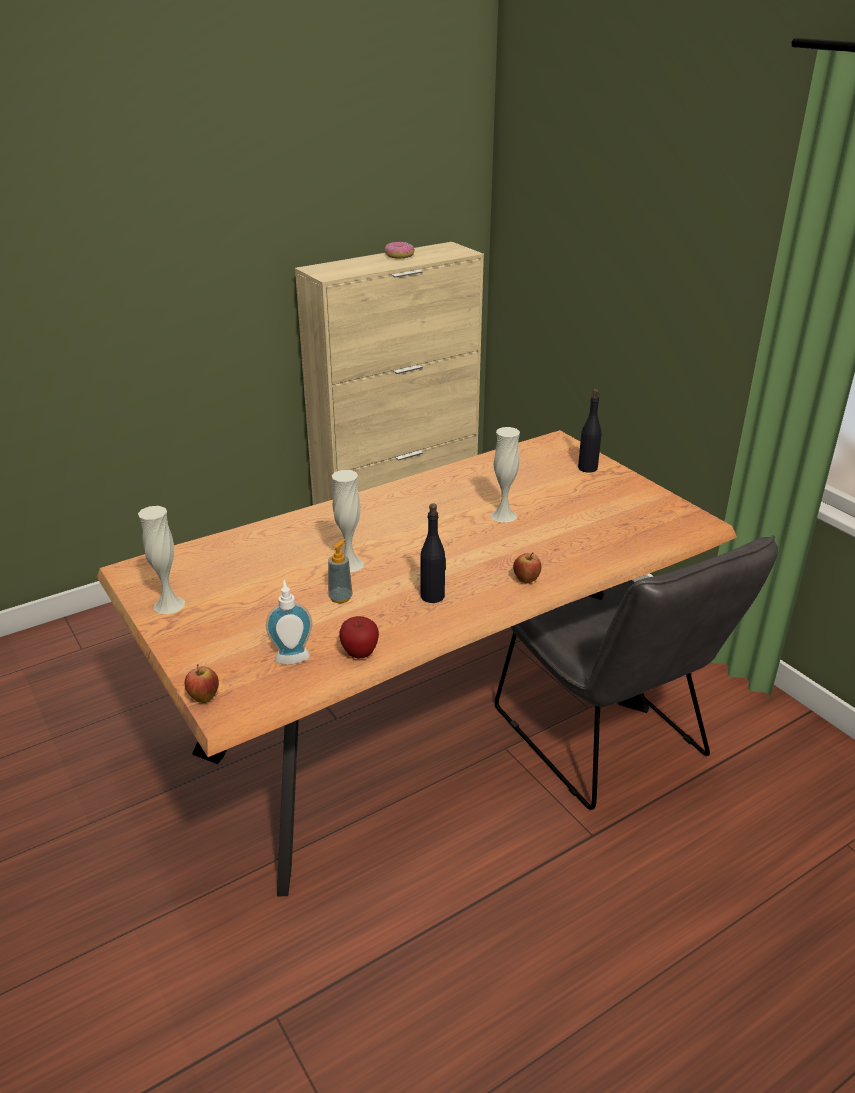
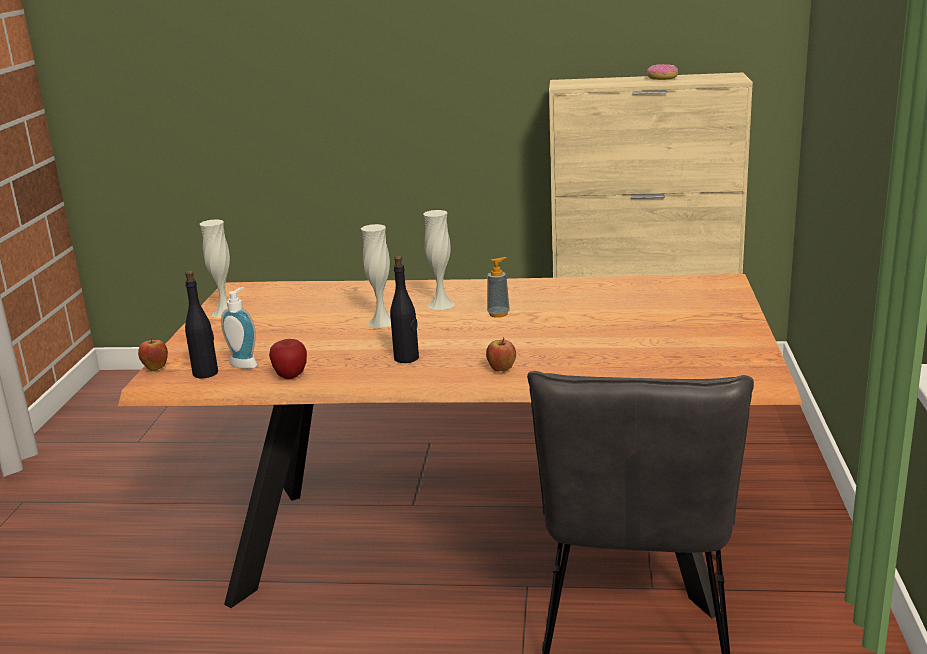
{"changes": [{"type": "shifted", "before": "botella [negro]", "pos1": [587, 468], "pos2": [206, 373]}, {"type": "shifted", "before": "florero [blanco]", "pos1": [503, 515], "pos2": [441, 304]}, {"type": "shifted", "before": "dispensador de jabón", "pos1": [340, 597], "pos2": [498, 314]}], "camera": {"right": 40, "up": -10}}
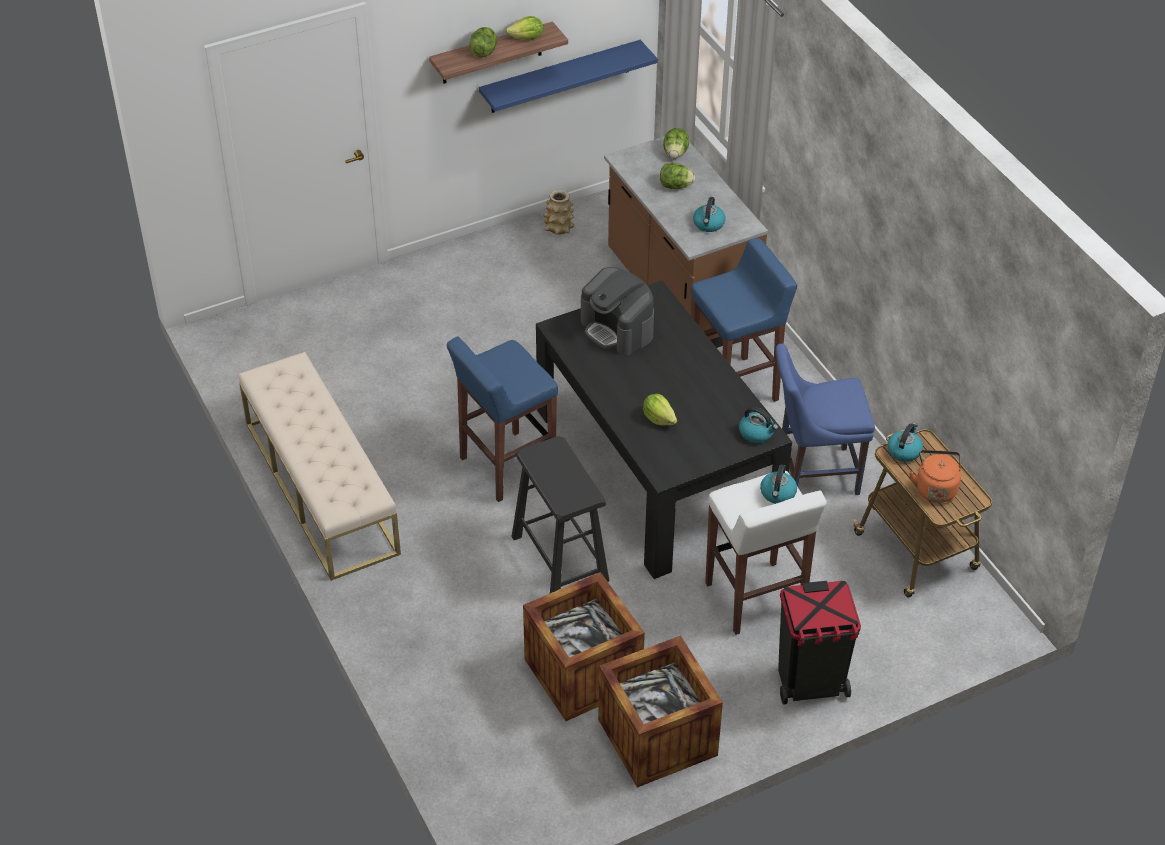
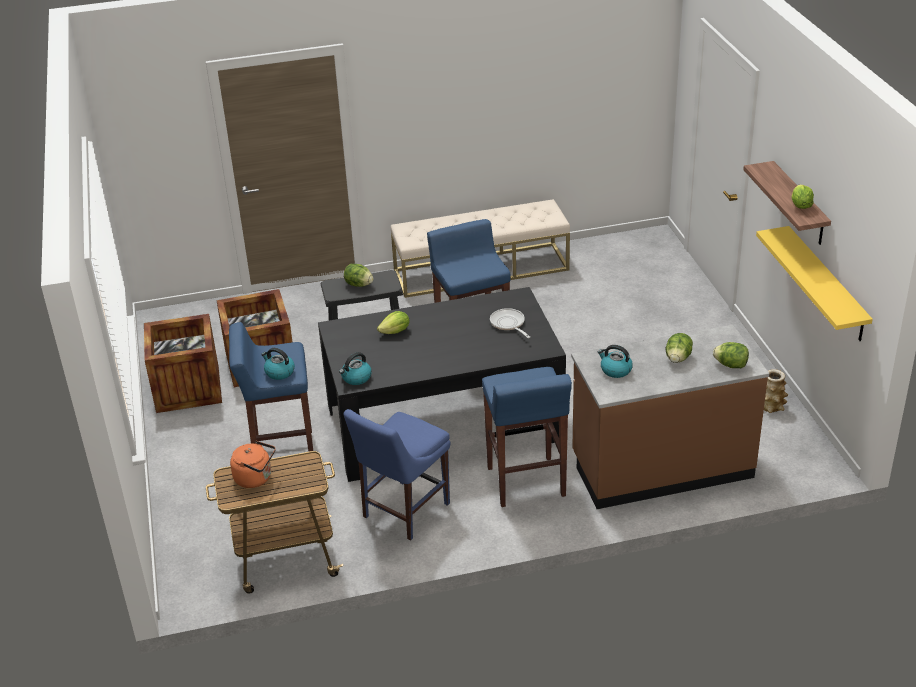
{"changes": [{"type": "shifted", "before": "lechuga", "pos1": [484, 52], "pos2": [359, 285]}, {"type": "repainted", "before": "estante [azul]", "after": "estante [amarillo]", "pos1": [560, 77], "pos2": [826, 284]}, {"type": "swapped", "before": "cafetera", "after": "sartén", "pos1": [617, 329], "pos2": [508, 324]}, {"type": "rotated", "before": "silla [azul]", "pos1": [813, 473], "pos2": [403, 512], "turn": -150}, {"type": "gone", "before": "hervidor", "pos1": [904, 451]}, {"type": "repainted", "before": "taburete [blanco]", "after": "taburete [azul]", "pos1": [755, 599], "pos2": [282, 454]}, {"type": "gone", "before": "papelera [negro]", "pos1": [810, 682]}], "camera": {"right": 105, "up": -10}}
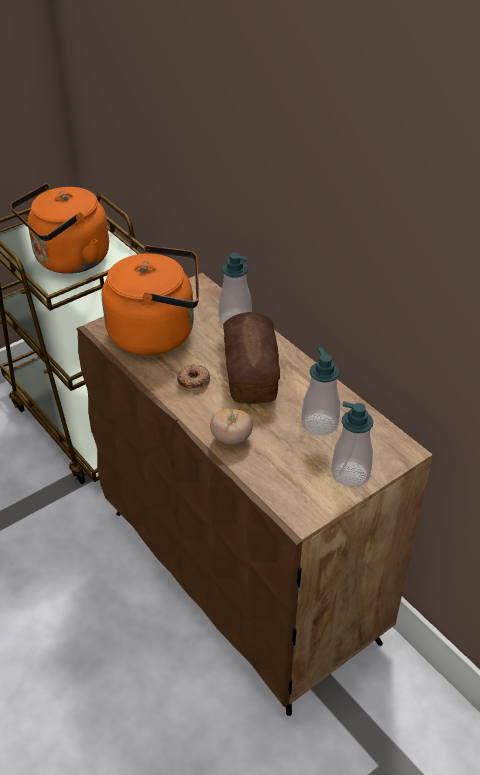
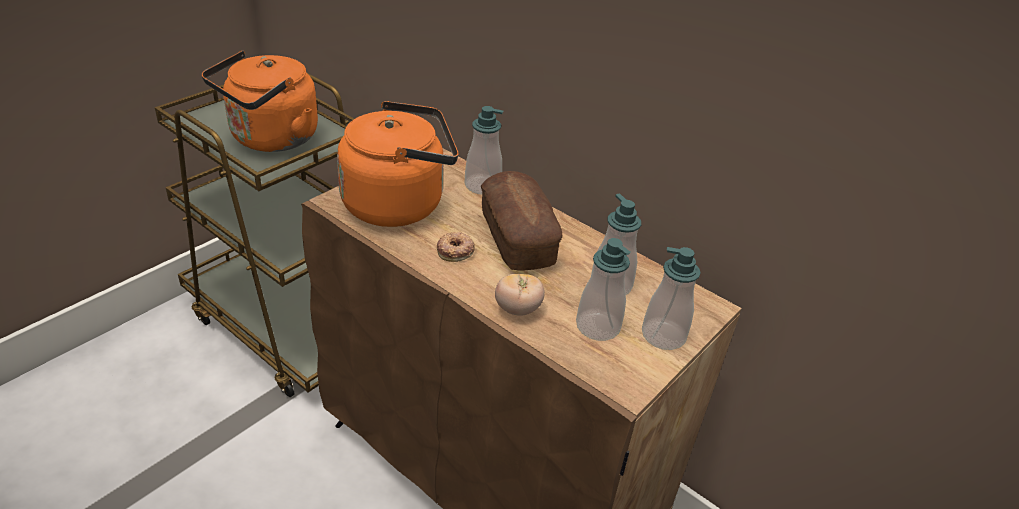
{"changes": [{"type": "new", "after": "dispensador de jabón", "pos2": [598, 326]}], "camera": {"right": -15, "up": -5}}
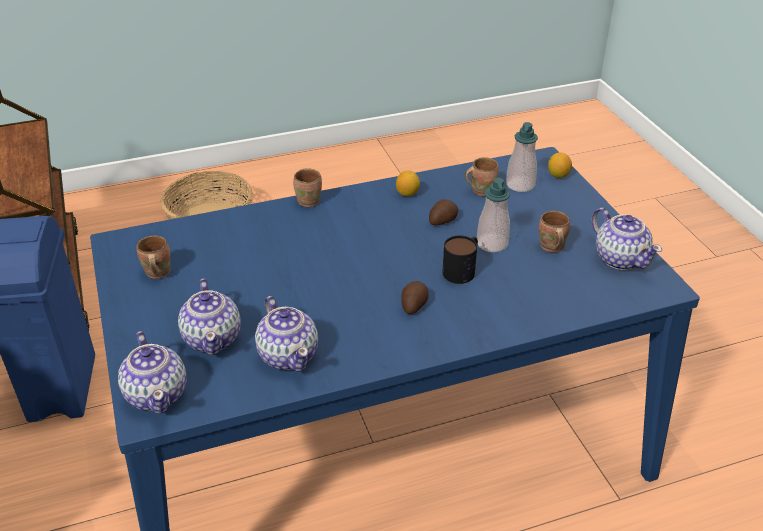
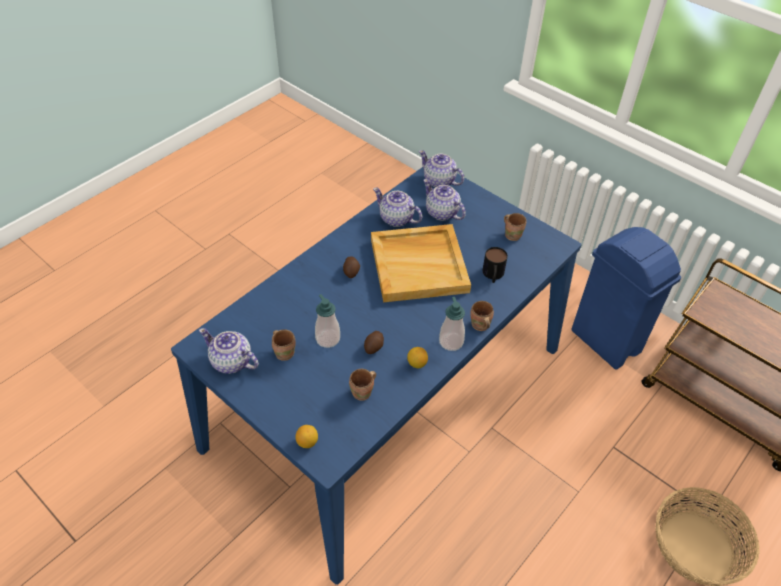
{"changes": [{"type": "shifted", "before": "dispensador de jabón", "pos1": [520, 185], "pos2": [451, 342]}, {"type": "shifted", "before": "taza grande", "pos1": [462, 269], "pos2": [493, 275]}, {"type": "new", "after": "bandeja [beis]", "pos2": [419, 265]}], "camera": {"right": 150, "up": 10}}
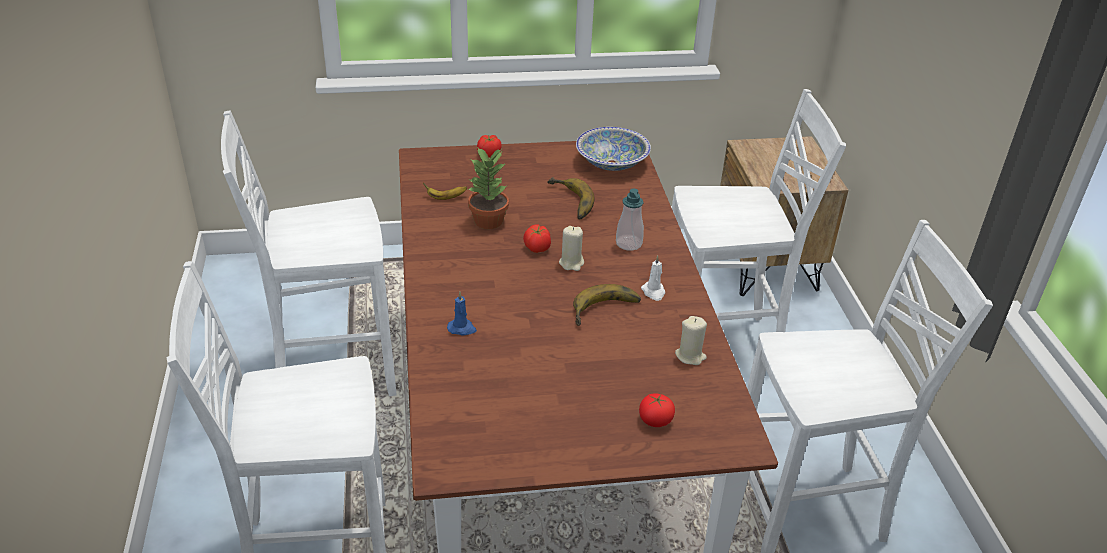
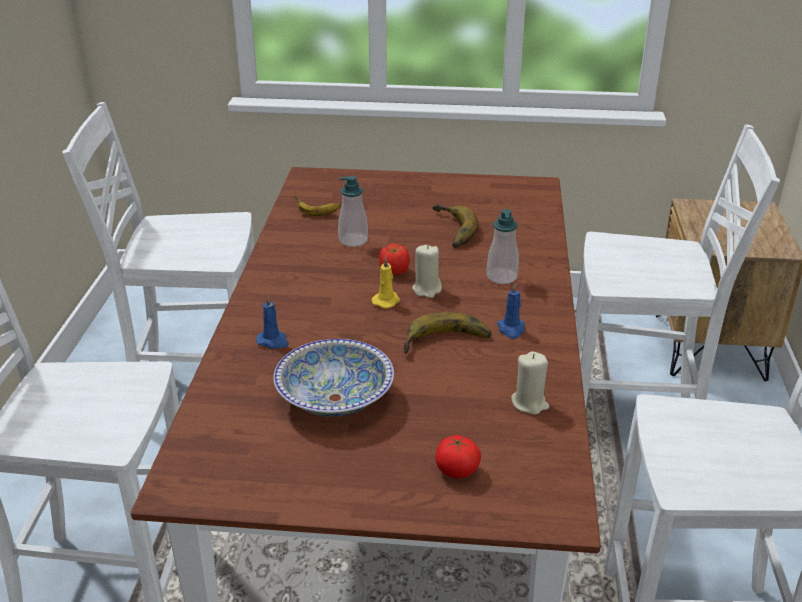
{"changes": [{"type": "shifted", "before": "cuenco", "pos1": [612, 162], "pos2": [335, 399]}, {"type": "gone", "before": "tomate", "pos1": [488, 154]}, {"type": "swapped", "before": "planta en maceta", "after": "dispensador de jabón", "pos1": [489, 221], "pos2": [353, 240]}, {"type": "repainted", "before": "vela [blanco]", "after": "vela [azul]", "pos1": [653, 292], "pos2": [511, 329]}, {"type": "new", "after": "vela [amarillo]", "pos2": [386, 301]}], "camera": {"right": 15, "up": -5}}
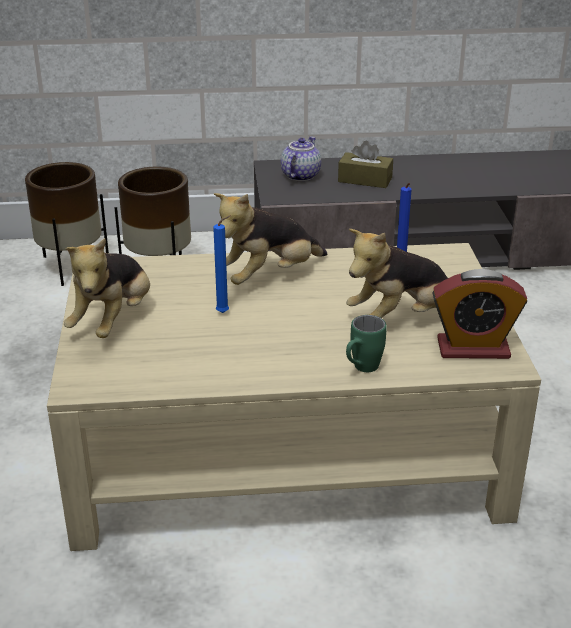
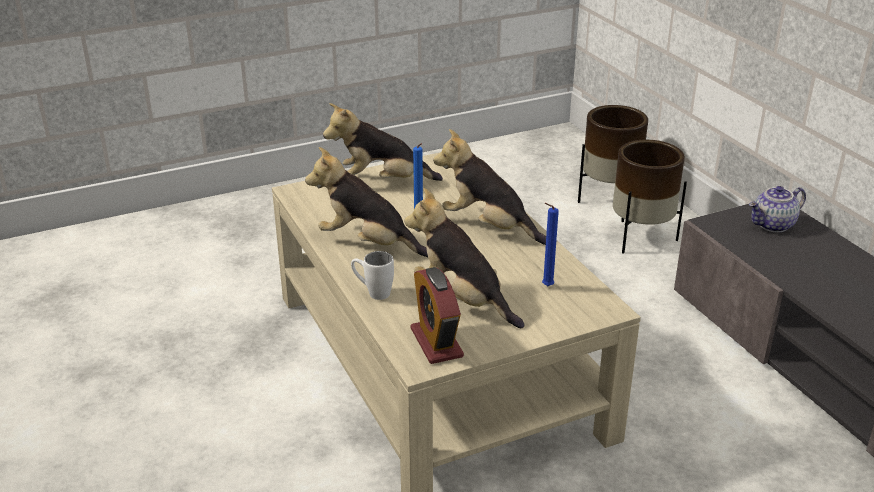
{"changes": [{"type": "rotated", "before": "tetera", "pos1": [300, 175], "pos2": [773, 225], "turn": 150}, {"type": "gone", "before": "caja de pañuelos [marrón]", "pos1": [365, 180]}, {"type": "repainted", "before": "taza grande [verde]", "after": "taza grande [blanco]", "pos1": [361, 369], "pos2": [373, 292]}, {"type": "new", "after": "peluche", "pos2": [368, 243]}], "camera": {"right": 70, "up": 0}}
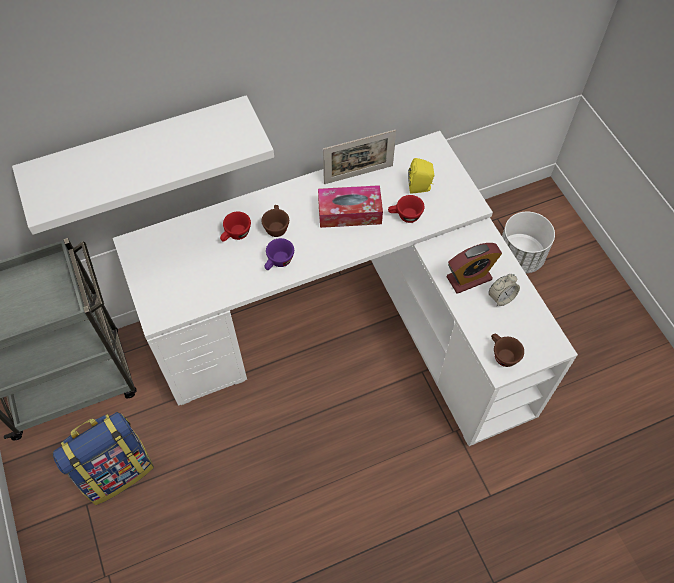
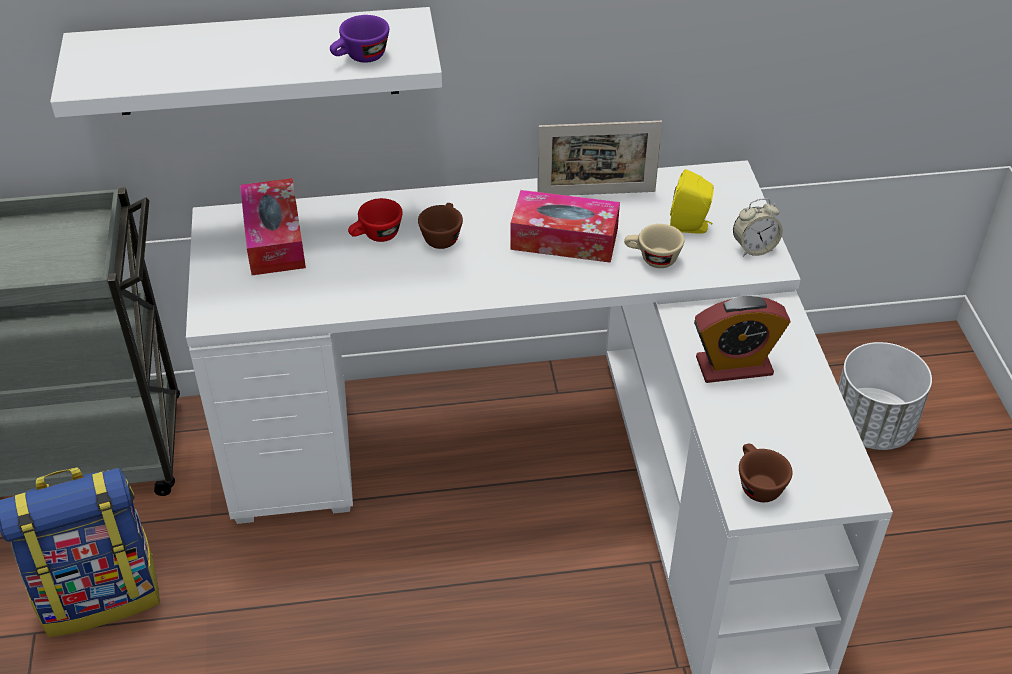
{"changes": [{"type": "repainted", "before": "taza [rojo]", "after": "taza [beis]", "pos1": [405, 216], "pos2": [652, 259]}, {"type": "shifted", "before": "taza [morado]", "pos1": [278, 262], "pos2": [360, 58]}, {"type": "shifted", "before": "despertador", "pos1": [501, 298], "pos2": [754, 248]}, {"type": "new", "after": "caja de pañuelos", "pos2": [274, 239]}], "camera": {"right": 15, "up": -15}}
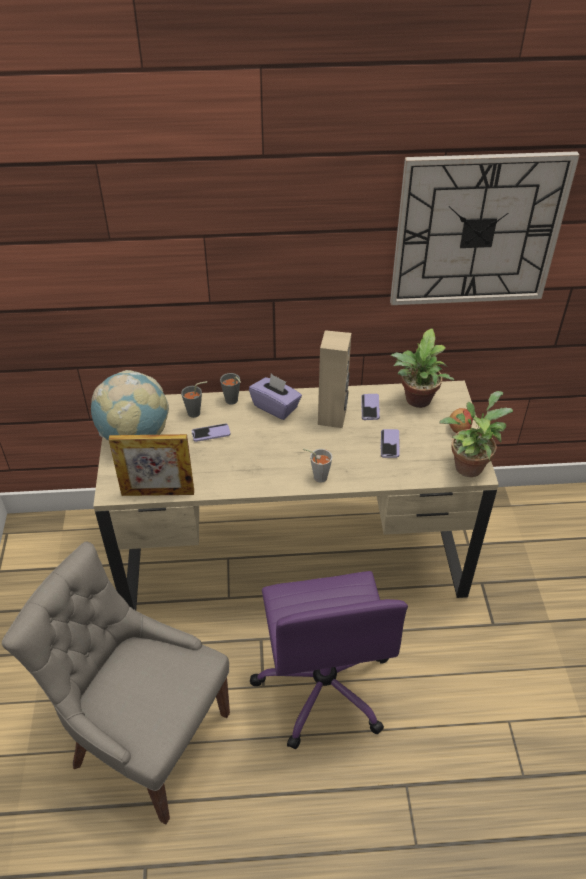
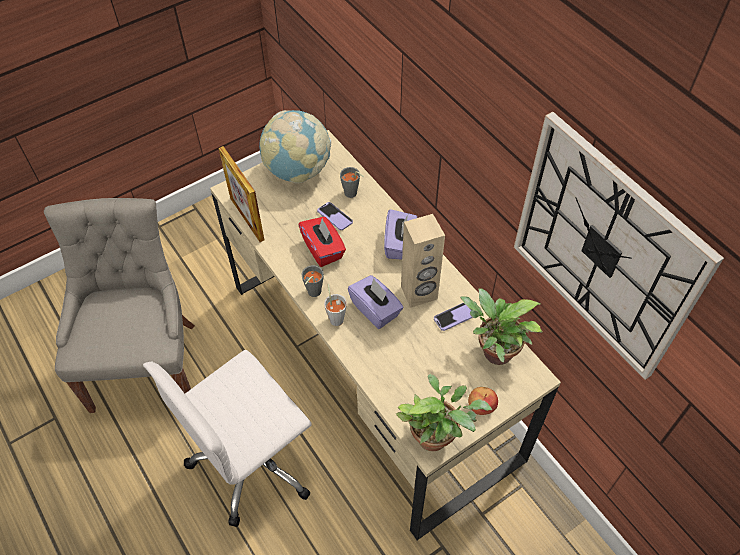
{"changes": [{"type": "shifted", "before": "taza [gris]", "pos1": [233, 402], "pos2": [312, 293]}, {"type": "gone", "before": "móvil", "pos1": [389, 444]}, {"type": "repainted", "before": "silla de oficina [morado]", "after": "silla de oficina [blanco]", "pos1": [324, 686], "pos2": [254, 461]}, {"type": "new", "after": "caja de pañuelos [rojo]", "pos2": [323, 249]}, {"type": "new", "after": "caja de pañuelos [morado]", "pos2": [375, 309]}], "camera": {"right": 60, "up": 10}}
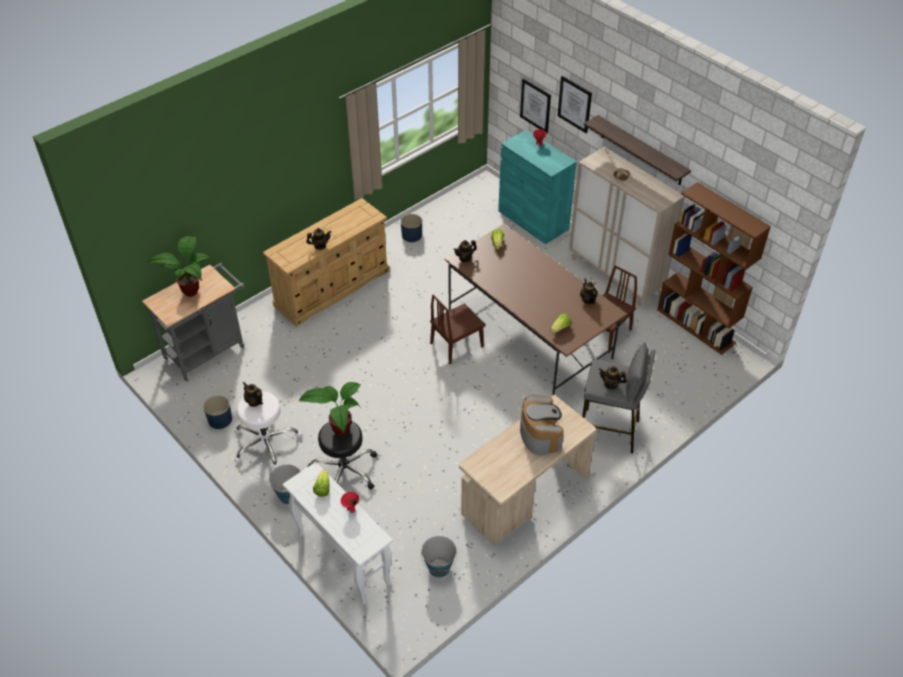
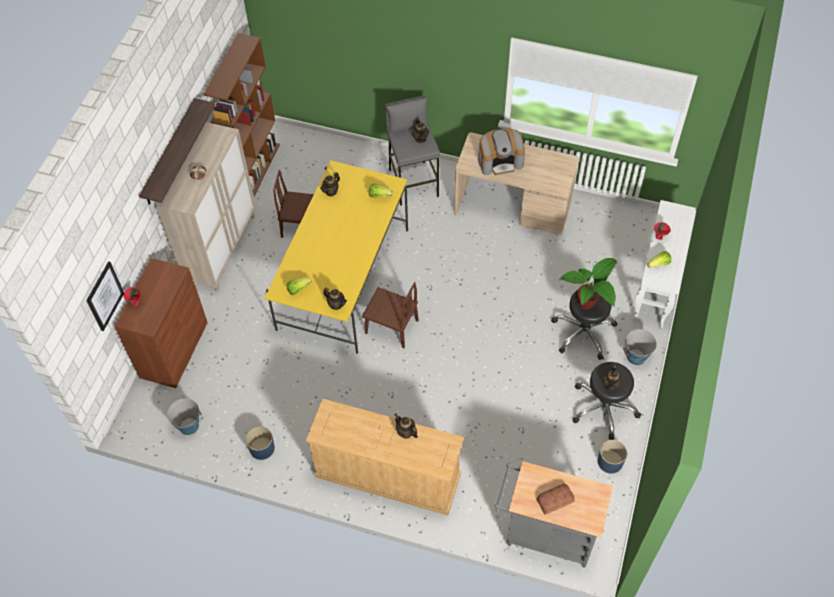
{"changes": [{"type": "gone", "before": "cuadro", "pos1": [575, 104]}, {"type": "repainted", "before": "armario [turquesa]", "after": "armario [marrón]", "pos1": [533, 220], "pos2": [174, 349]}, {"type": "repainted", "before": "mesa de comedor [marrón]", "after": "mesa de comedor [amarillo]", "pos1": [529, 336], "pos2": [343, 278]}, {"type": "swapped", "before": "planta en maceta", "after": "pan", "pos1": [191, 290], "pos2": [554, 500]}, {"type": "repainted", "before": "taburete [blanco]", "after": "taburete [negro]", "pos1": [265, 443], "pos2": [604, 408]}, {"type": "rotated", "before": "cafetera", "pos1": [540, 434], "pos2": [500, 161], "turn": -150}, {"type": "shifted", "before": "cubo", "pos1": [439, 567], "pos2": [189, 425]}], "camera": {"right": -120, "up": 10}}
